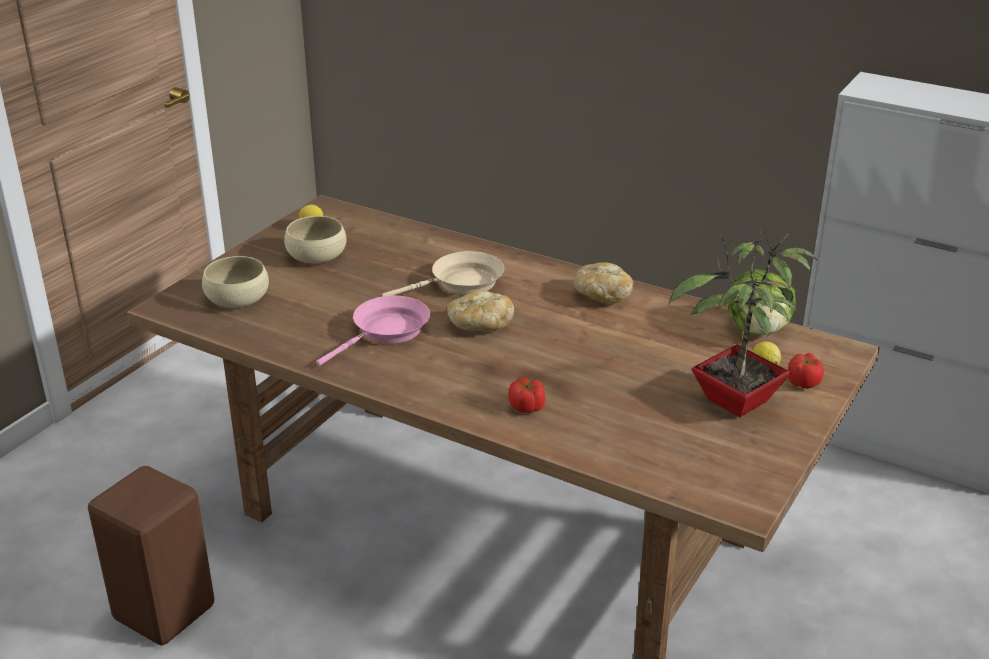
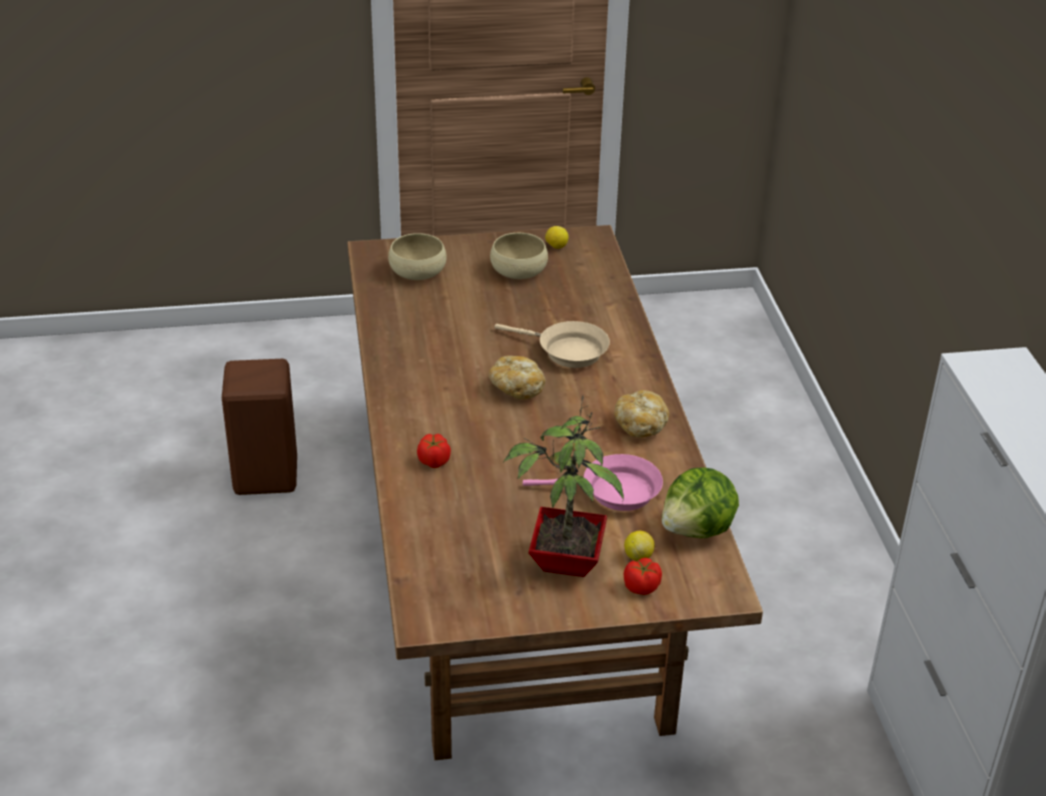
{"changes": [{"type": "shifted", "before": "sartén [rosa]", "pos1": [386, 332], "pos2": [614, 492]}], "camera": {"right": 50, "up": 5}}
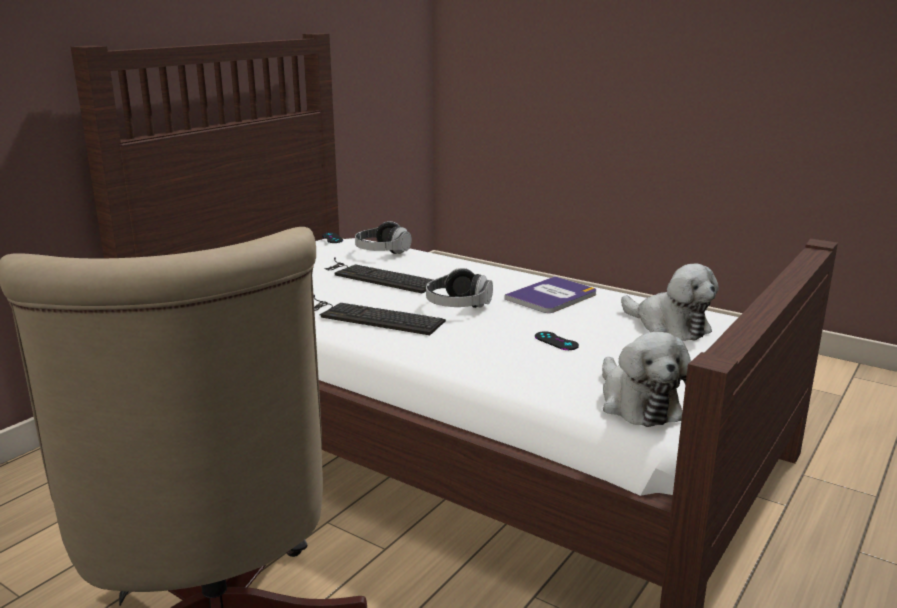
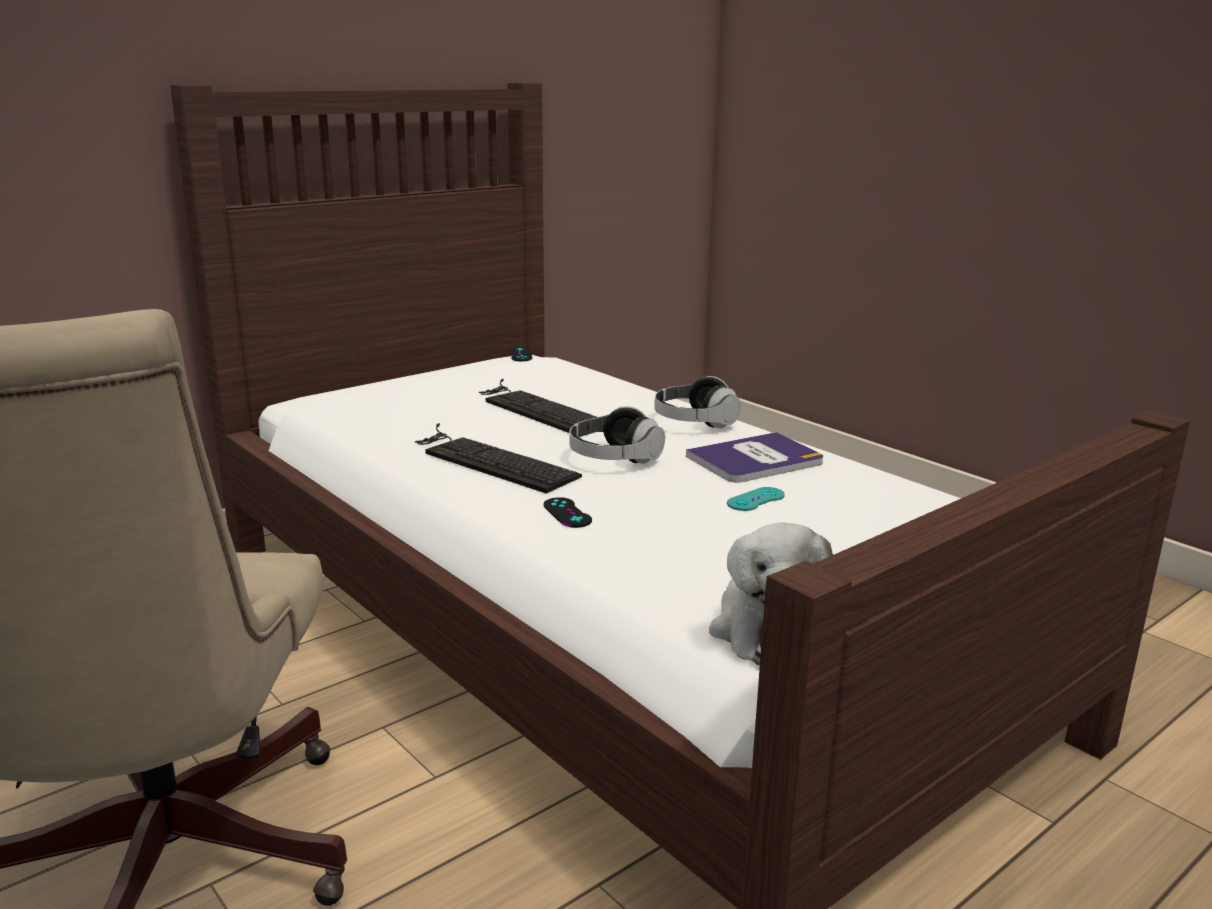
{"changes": [{"type": "shifted", "before": "auriculares", "pos1": [382, 252], "pos2": [695, 423]}, {"type": "gone", "before": "peluche", "pos1": [669, 326]}, {"type": "shifted", "before": "mando de consola [negro]", "pos1": [556, 341], "pos2": [567, 513]}, {"type": "new", "after": "mando de consola [turquesa]", "pos2": [756, 499]}], "camera": {"right": 15, "up": 0}}
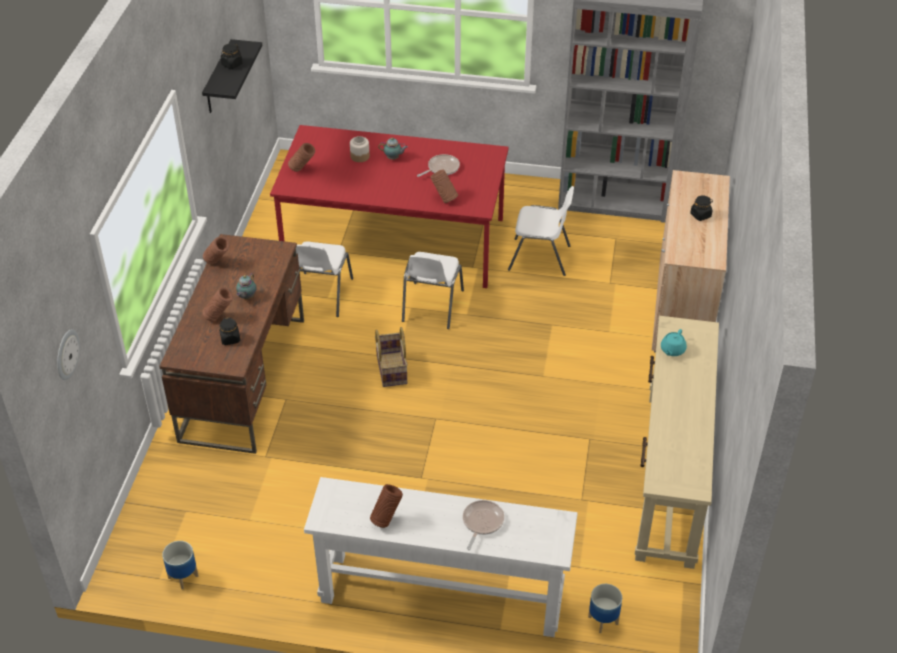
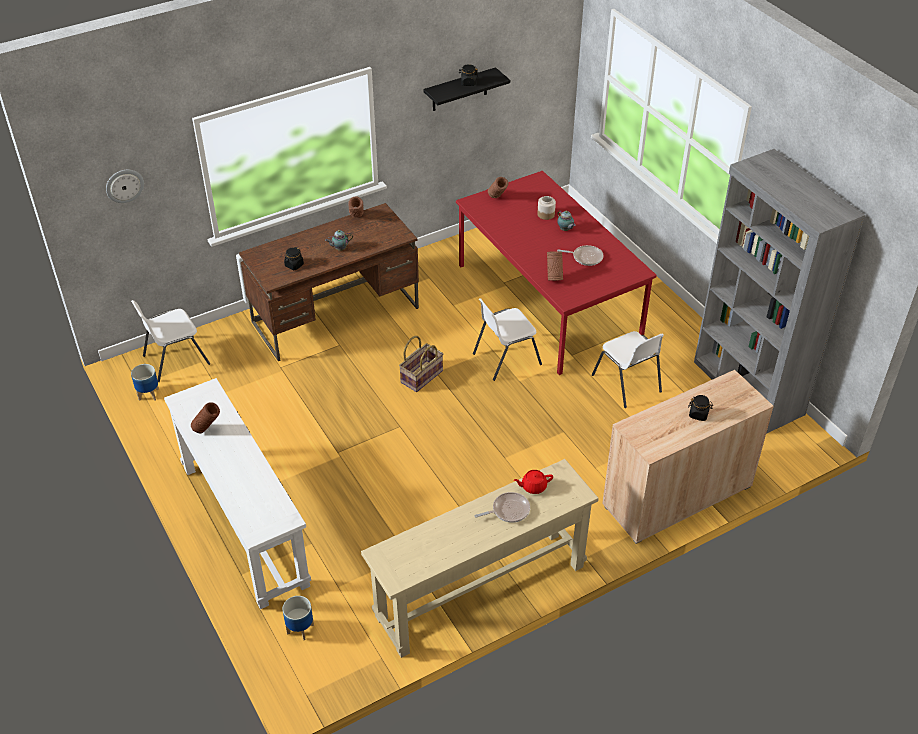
{"changes": [{"type": "shifted", "before": "silla [blanco]", "pos1": [321, 295], "pos2": [175, 359]}, {"type": "gone", "before": "florero [marrón]", "pos1": [219, 317]}, {"type": "repainted", "before": "tetera [turquesa]", "after": "tetera [rojo]", "pos1": [672, 350], "pos2": [533, 486]}, {"type": "shifted", "before": "sartén", "pos1": [482, 522], "pos2": [508, 510]}], "camera": {"right": 50, "up": 0}}
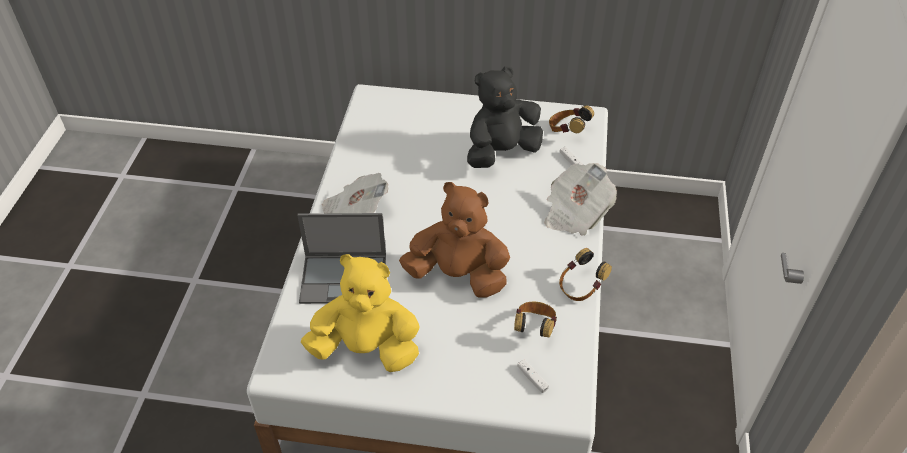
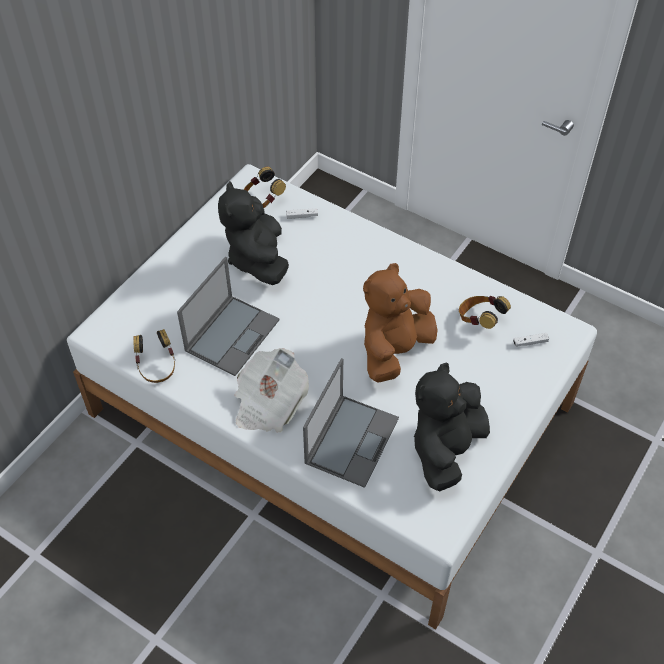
{"changes": [{"type": "gone", "before": "periódico", "pos1": [575, 213]}, {"type": "shifted", "before": "auriculares", "pos1": [580, 287], "pos2": [157, 368]}, {"type": "repainted", "before": "peluche [amarillo]", "after": "peluche [negro]", "pos1": [367, 348], "pos2": [446, 449]}, {"type": "new", "after": "portátil", "pos2": [232, 334]}], "camera": {"right": -65, "up": 5}}
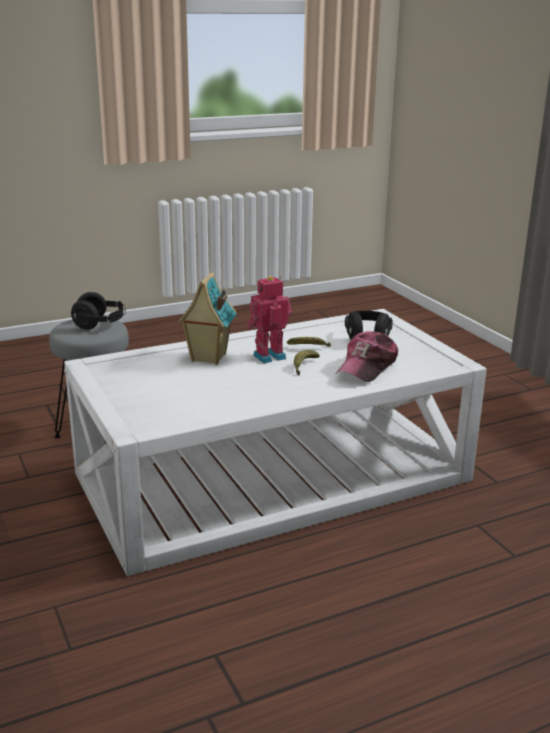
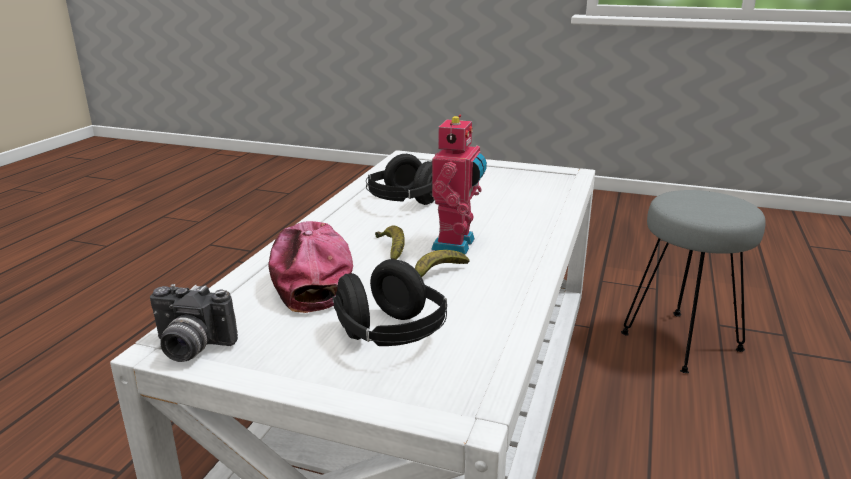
{"changes": [{"type": "gone", "before": "casita", "pos1": [207, 358]}, {"type": "shifted", "before": "auriculares [negro]", "pos1": [100, 325], "pos2": [403, 202]}, {"type": "new", "after": "cámara", "pos2": [190, 348]}], "camera": {"right": 135, "up": 0}}
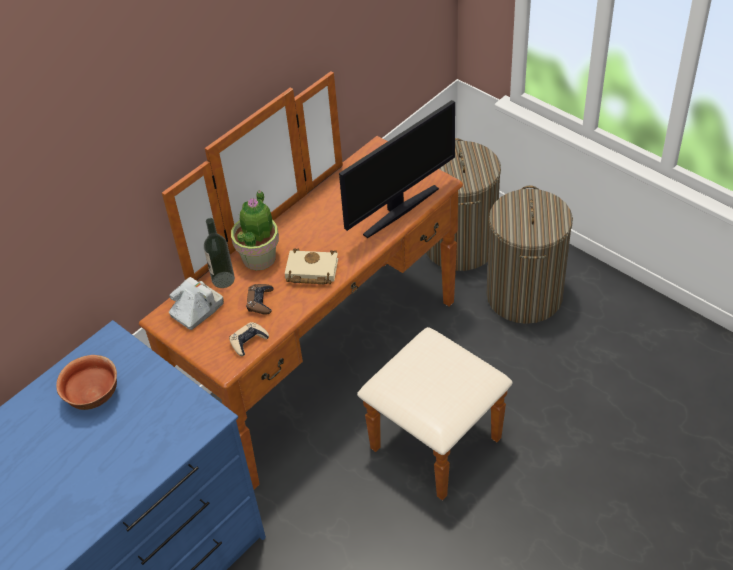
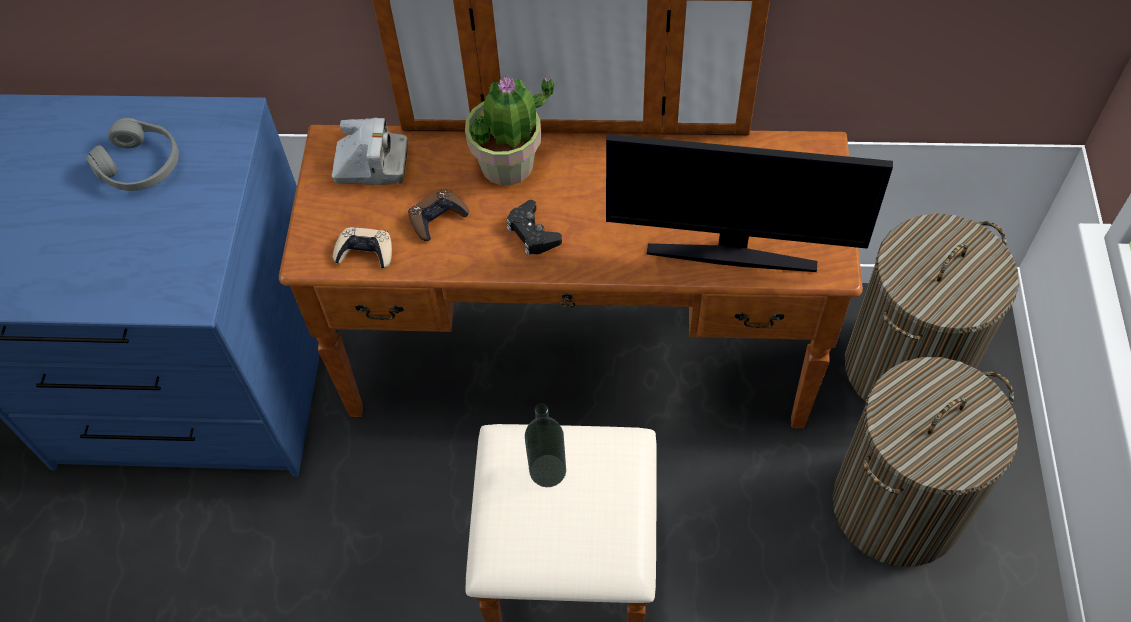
{"changes": [{"type": "shifted", "before": "botella", "pos1": [223, 280], "pos2": [547, 470]}, {"type": "swapped", "before": "libro [beis]", "after": "mando de consola [negro]", "pos1": [310, 271], "pos2": [532, 233]}, {"type": "swapped", "before": "cuenco", "after": "auriculares [gris]", "pos1": [94, 396], "pos2": [140, 165]}], "camera": {"right": 50, "up": 10}}
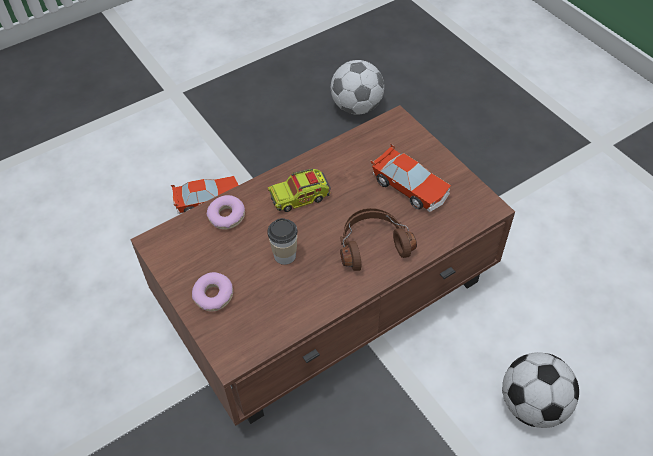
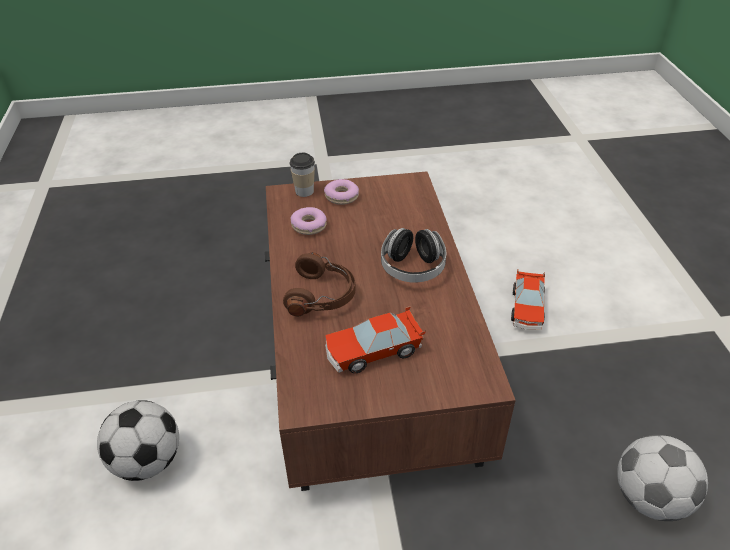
{"changes": [{"type": "swapped", "before": "camión de juguete", "after": "auriculares", "pos1": [300, 197], "pos2": [412, 268]}, {"type": "shifted", "before": "rosquilla", "pos1": [226, 216], "pos2": [309, 225]}, {"type": "shifted", "before": "taza", "pos1": [285, 255], "pos2": [304, 191]}], "camera": {"right": 115, "up": -10}}
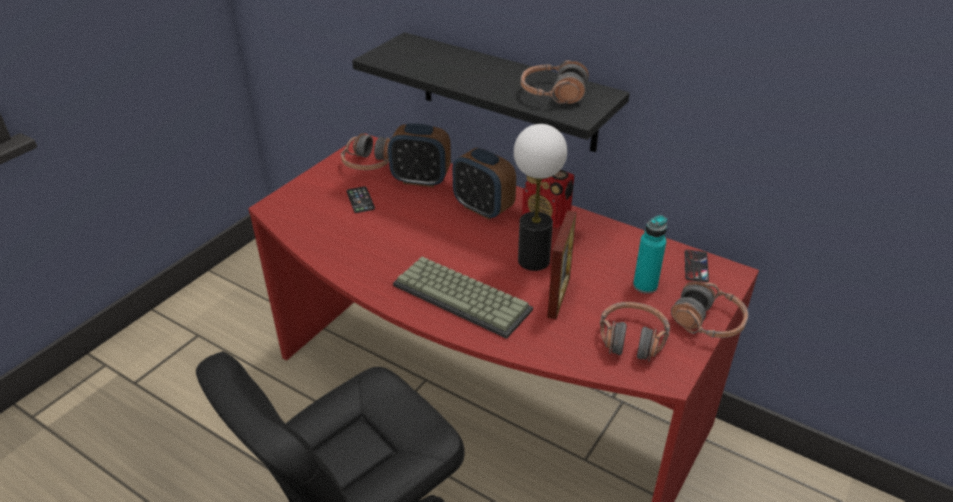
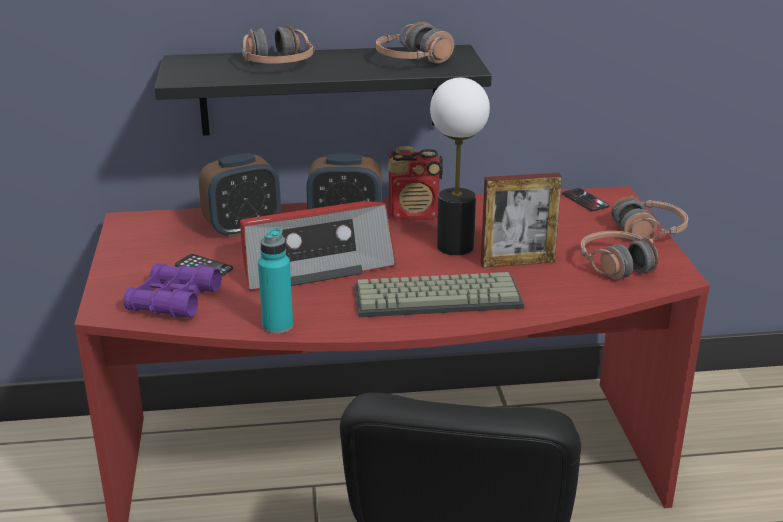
{"changes": [{"type": "shifted", "before": "auriculares", "pos1": [368, 164], "pos2": [278, 65]}, {"type": "rotated", "before": "portarretratos", "pos1": [558, 297], "pos2": [517, 262], "turn": 105}, {"type": "shifted", "before": "botella [turquesa]", "pos1": [645, 285], "pos2": [277, 326]}, {"type": "new", "after": "radio", "pos2": [314, 264]}, {"type": "new", "after": "prismáticos [morado]", "pos2": [174, 300]}], "camera": {"right": -40, "up": -10}}
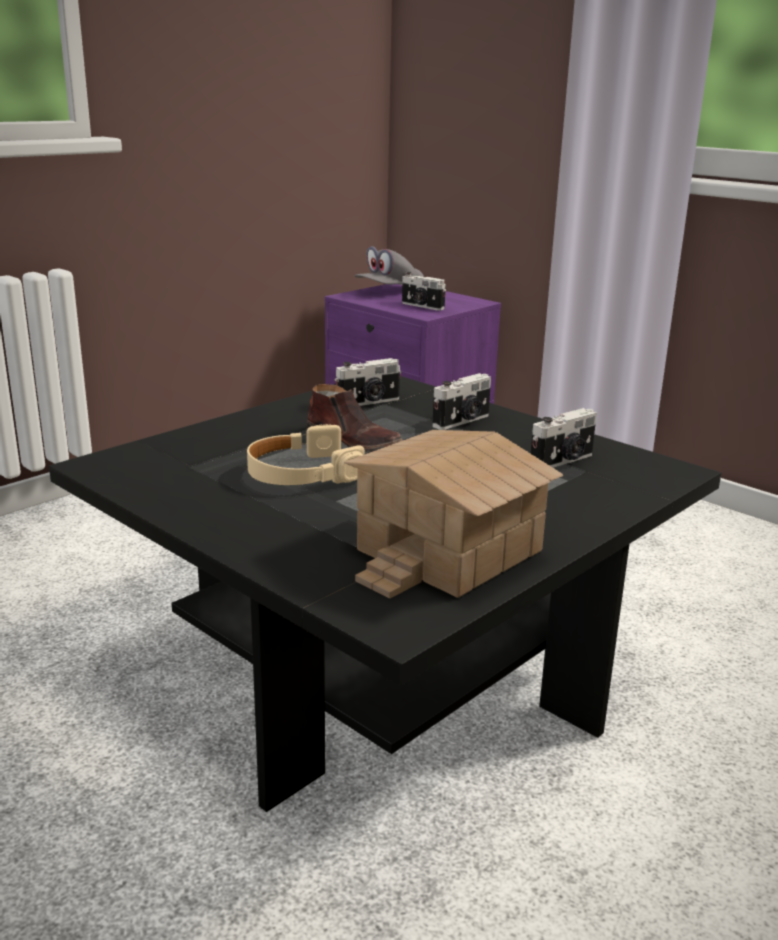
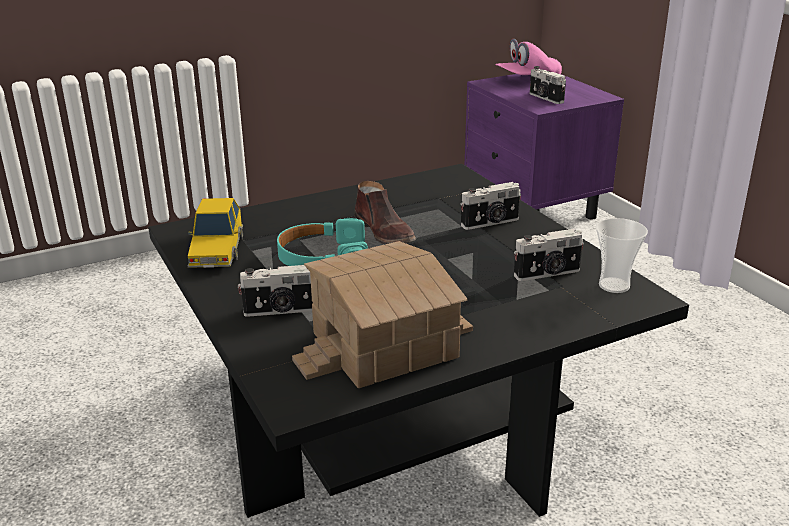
{"changes": [{"type": "repainted", "before": "gorra [gris]", "after": "gorra [rosa]", "pos1": [389, 291], "pos2": [527, 79]}, {"type": "shifted", "before": "cámara", "pos1": [369, 402], "pos2": [281, 311]}, {"type": "repainted", "before": "auriculares [beis]", "after": "auriculares [turquesa]", "pos1": [302, 473], "pos2": [322, 257]}, {"type": "new", "after": "coche de juguete", "pos2": [216, 250]}, {"type": "new", "after": "taza", "pos2": [614, 285]}], "camera": {"right": 20, "up": 5}}
